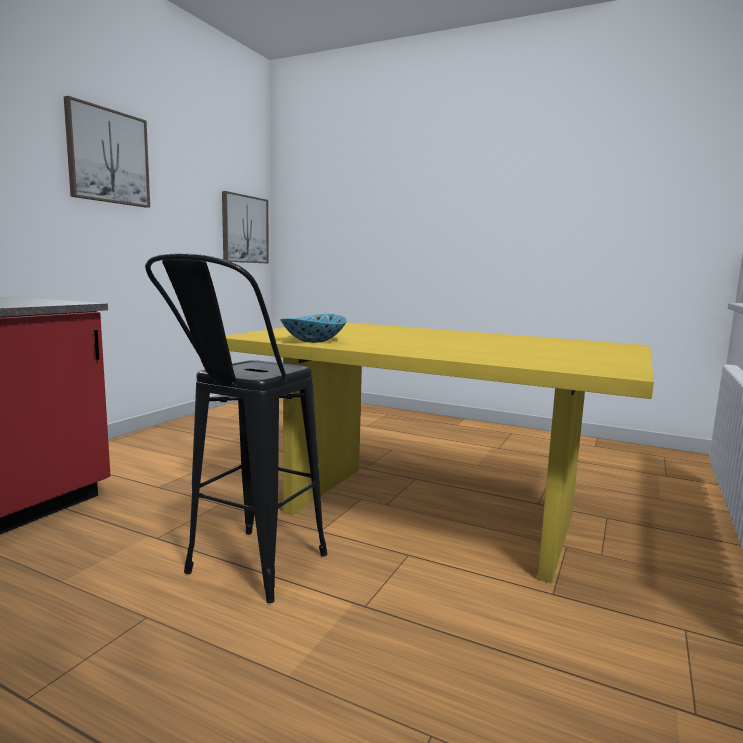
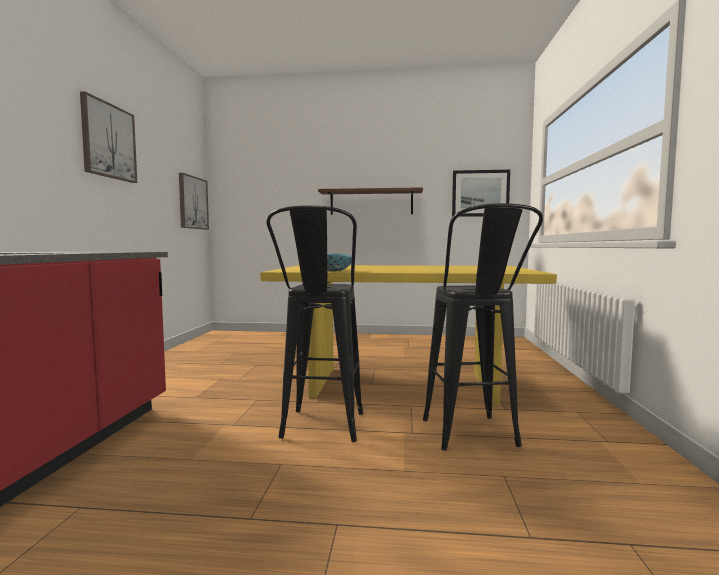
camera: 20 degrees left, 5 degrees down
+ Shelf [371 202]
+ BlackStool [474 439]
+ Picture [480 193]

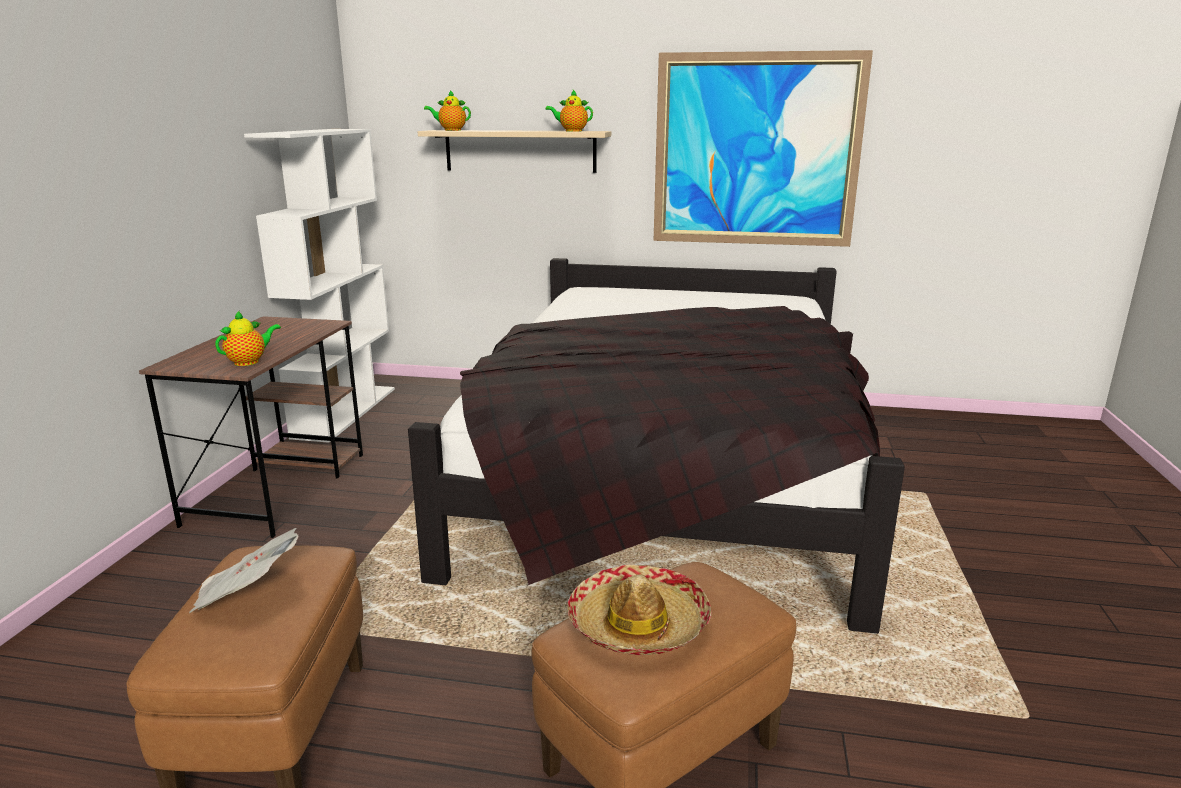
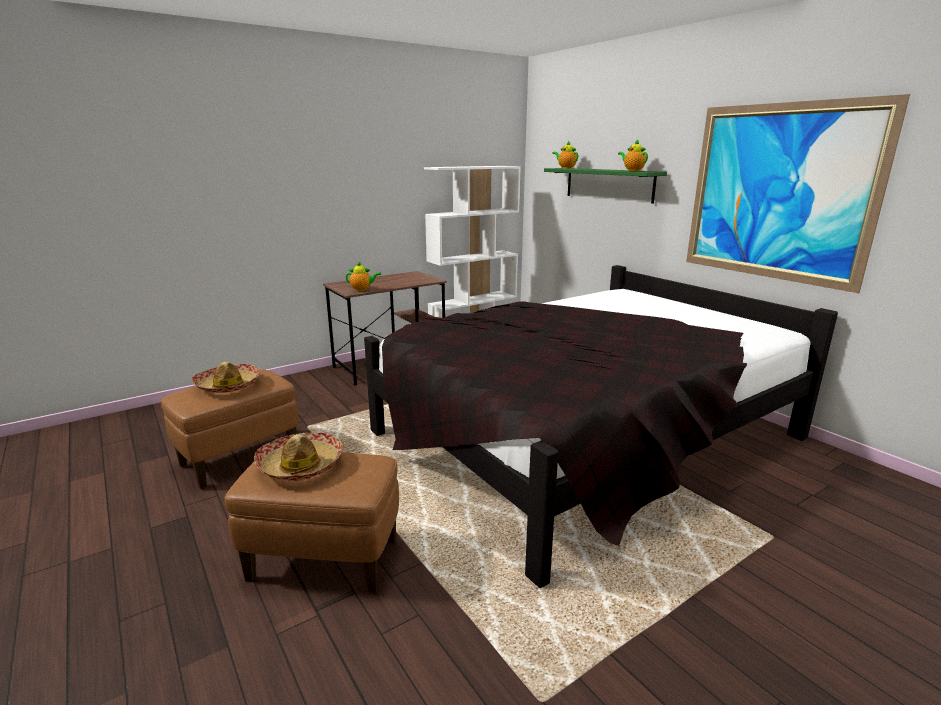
camera: 45 degrees right, 0 degrees up
~ Newspaper [248 595] to Hat [229 385]
~ BeigeShelf [520 151] to GreenShelf [608 184]

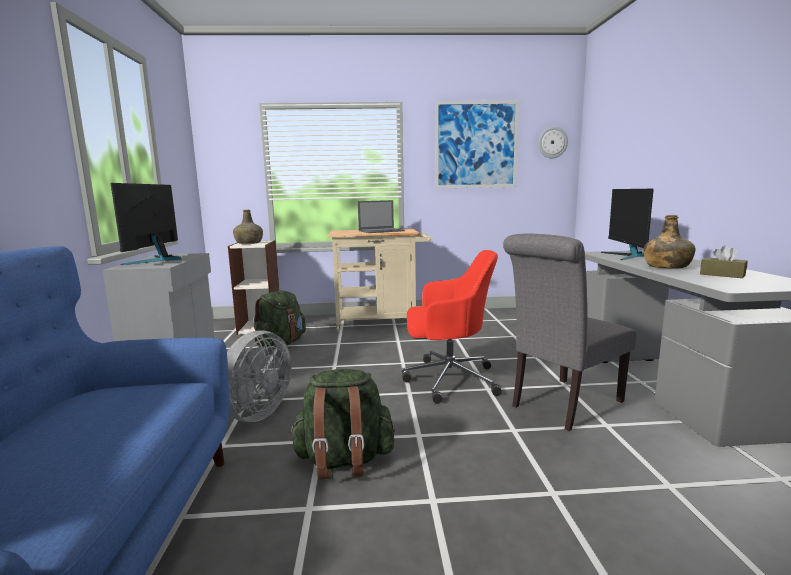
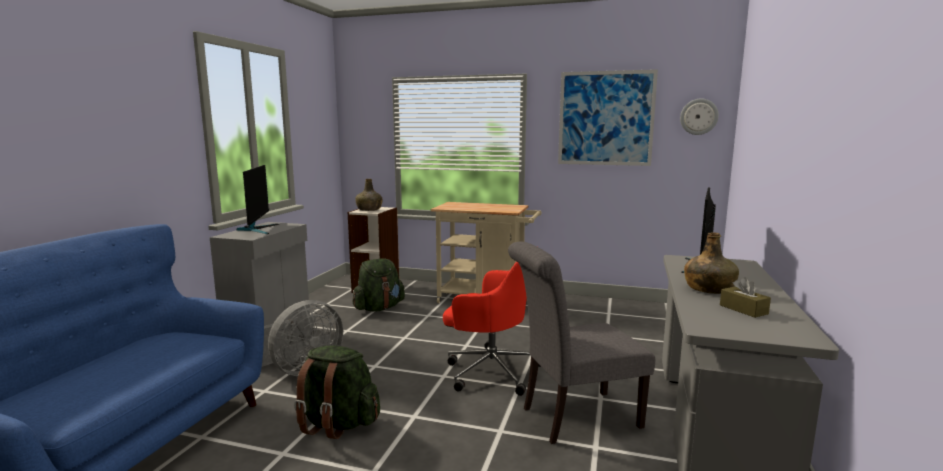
camera: 20 degrees right, 0 degrees up
- Laptop [381 231]
~ Monitor [156 260] = [258 229] 150 degrees clockwise

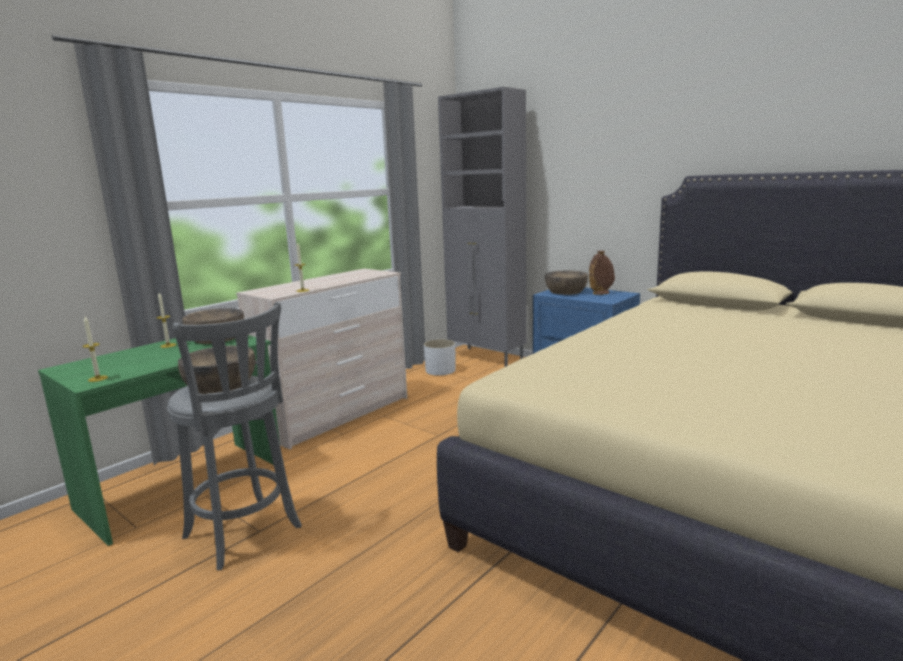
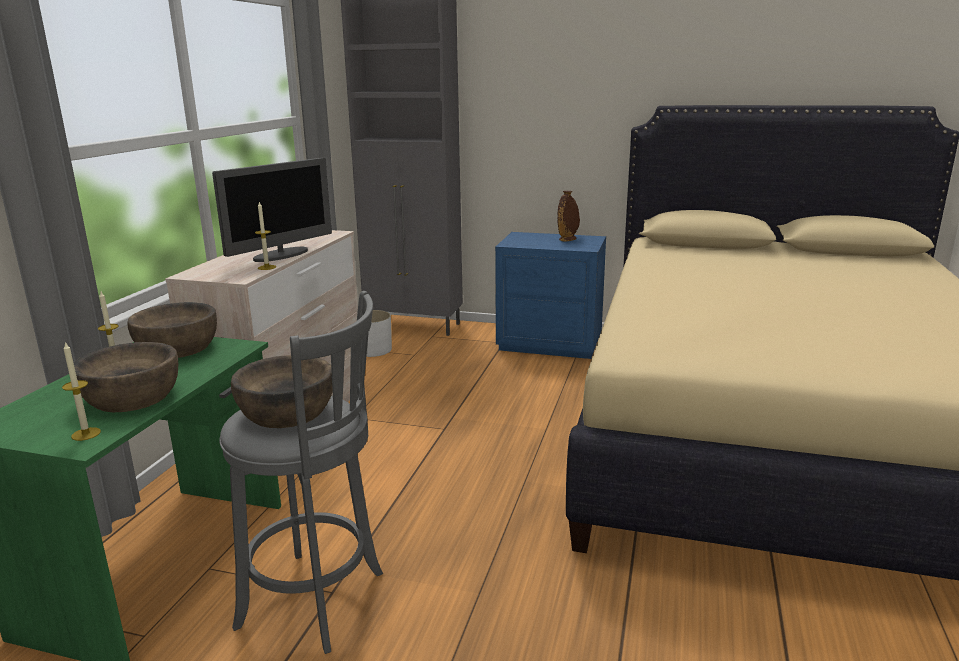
camera: 25 degrees left, 5 degrees up
+ Monitor [281 255]
~ BrownBowl [565 291] to [132 397]

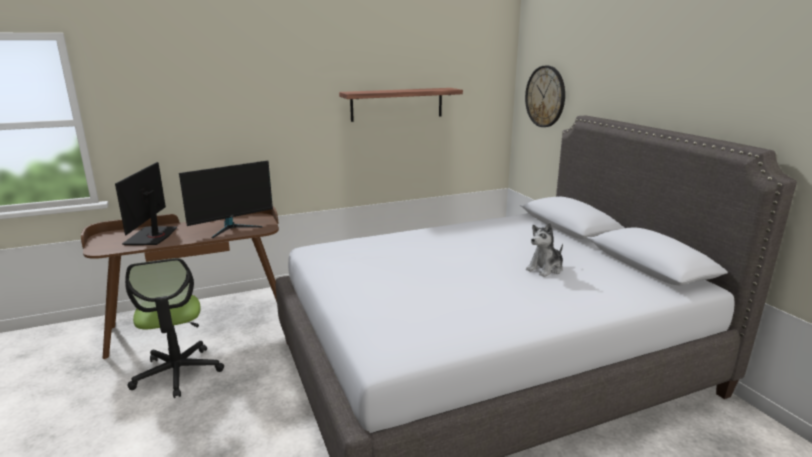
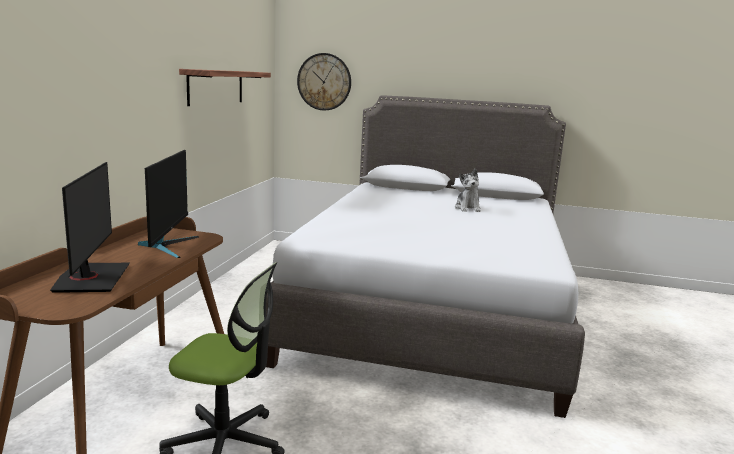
camera: 55 degrees left, 5 degrees down
~ Monitor [152 236] = [91 278] 135 degrees counterclockwise

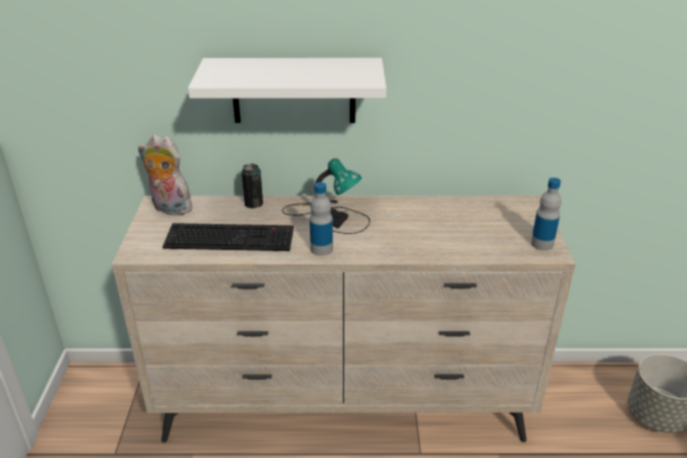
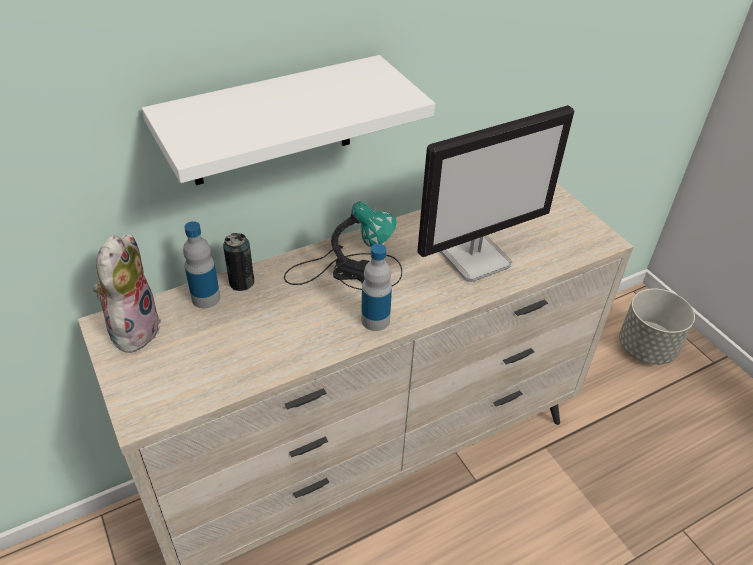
camera: 30 degrees left, 10 degrees up
- Keyboard [231 237]
+ Monitor [476 257]
~ Bottle [542 244] to [206 298]
~ PlushToy [169 209] = [133 328] 105 degrees clockwise

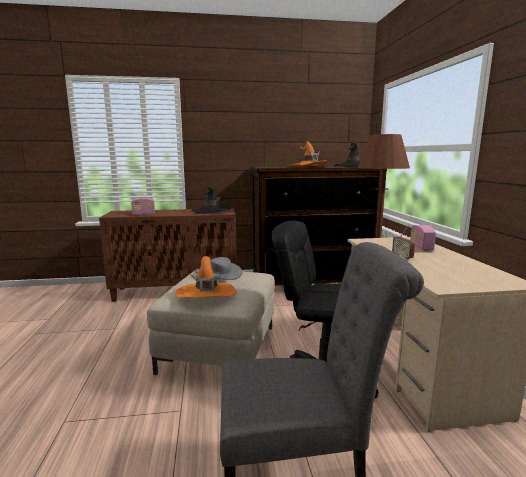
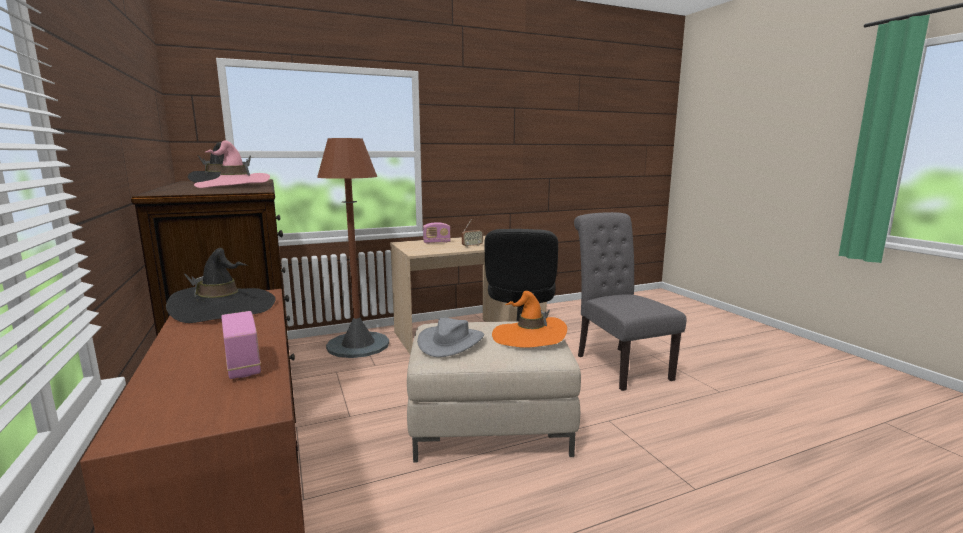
camera: 105 degrees left, 0 degrees up
~ OrangeHat [308 167] to PinkHat [233 186]

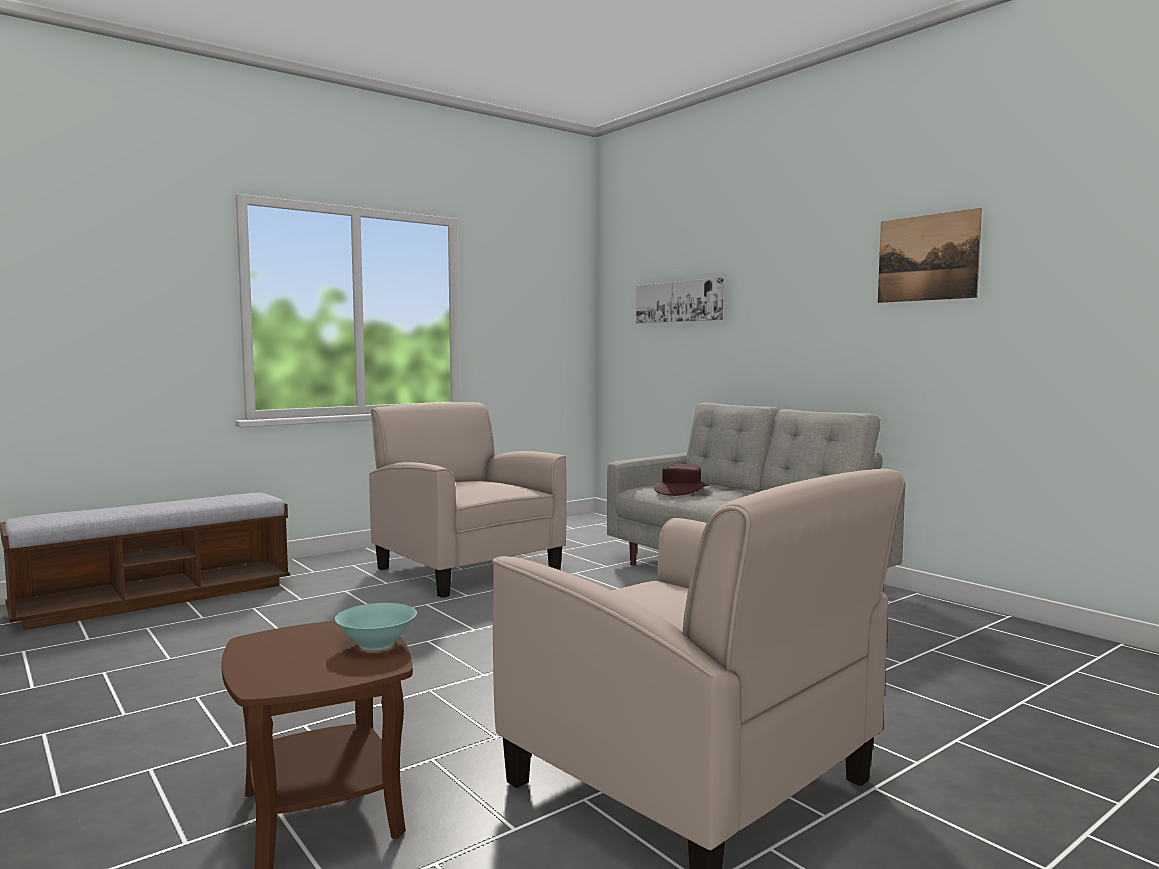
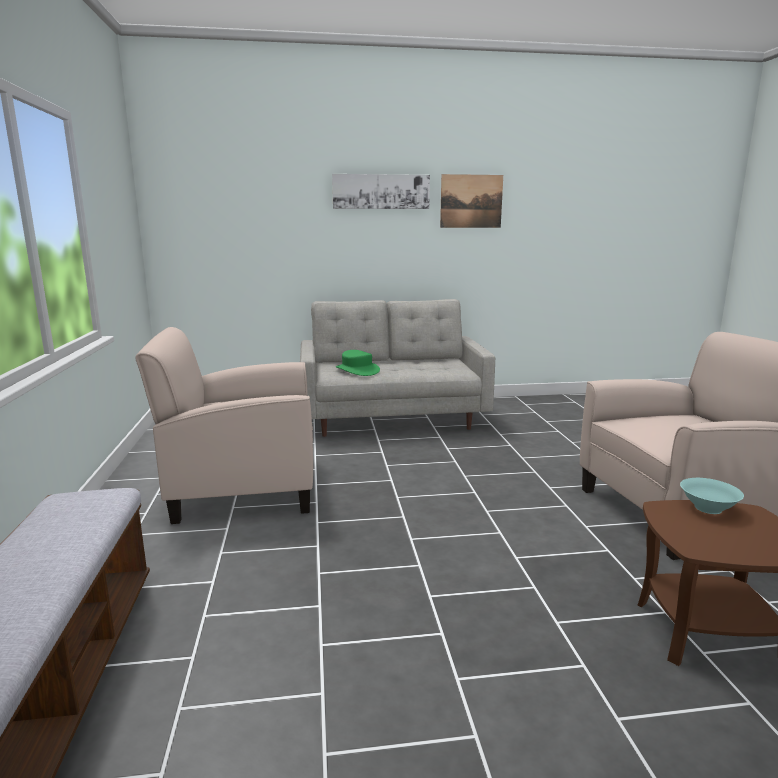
camera: 60 degrees left, 10 degrees up
~ Picture [679 302] to [381 191]
~ BrownHat [681 490] to GreenHat [357 370]

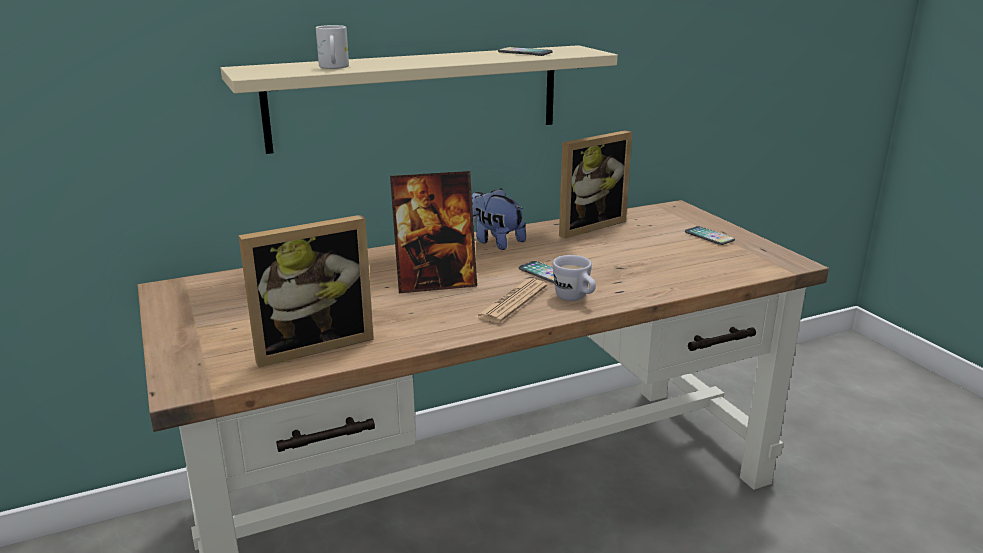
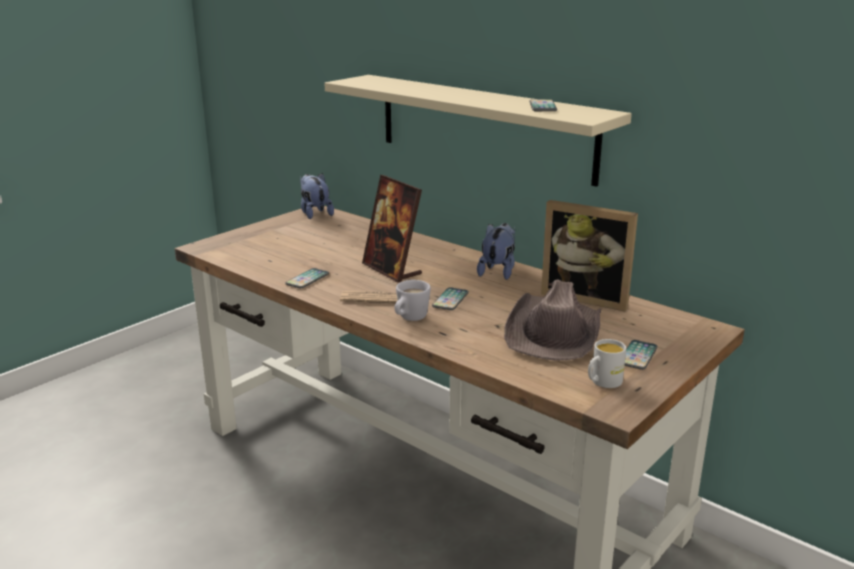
camera: 65 degrees right, 0 degrees up
- PictureFrame [311 344]
+ Phone [307 279]
+ PlushToy [315 213]
+ BrownHat [554 332]
~ WhiteMug [334 67] to [602 382]

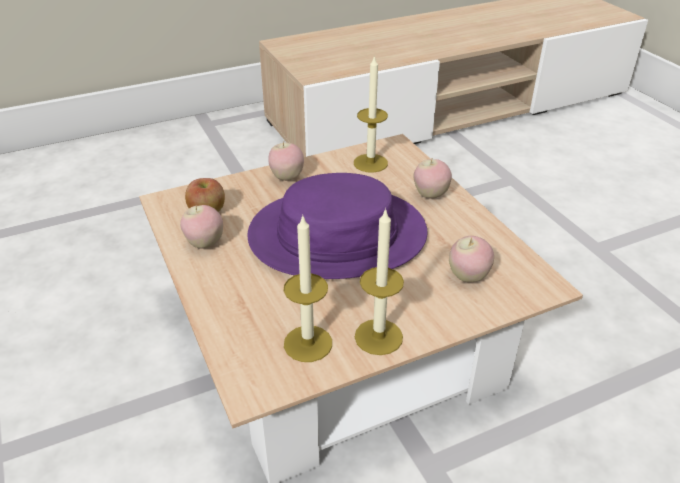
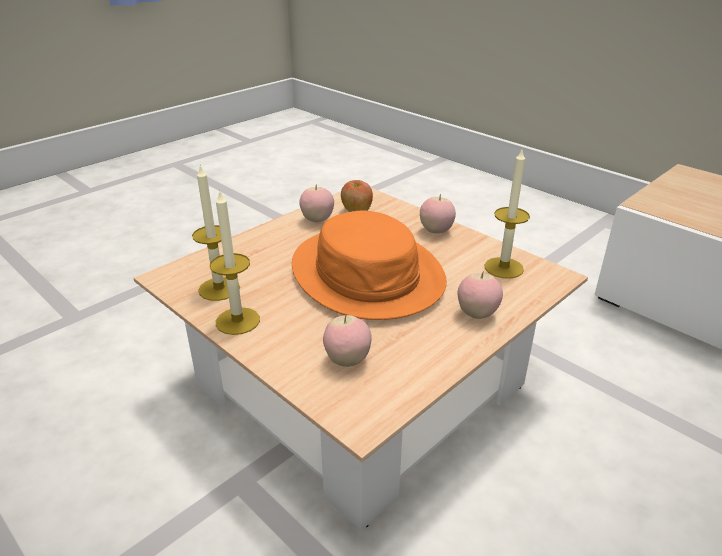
camera: 70 degrees right, 5 degrees down
~ PurpleHat [337 234] to OrangeHat [367 273]

